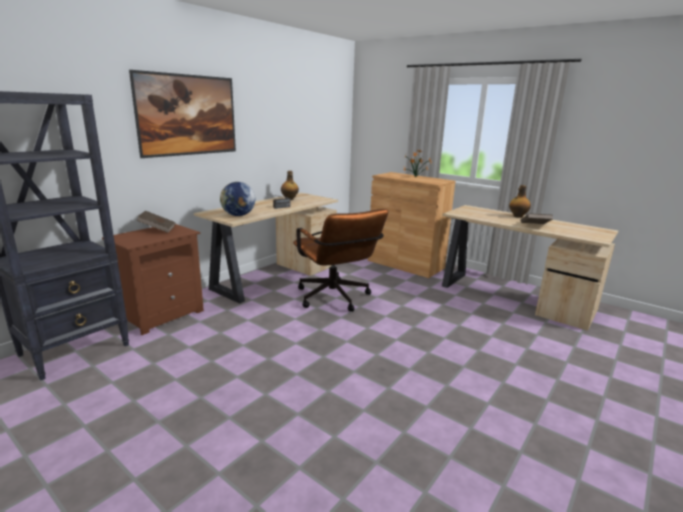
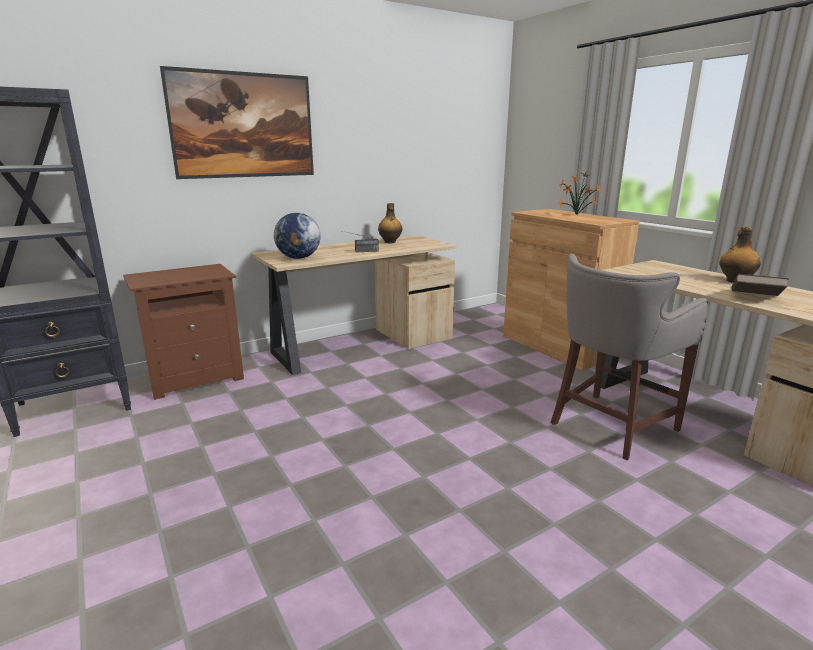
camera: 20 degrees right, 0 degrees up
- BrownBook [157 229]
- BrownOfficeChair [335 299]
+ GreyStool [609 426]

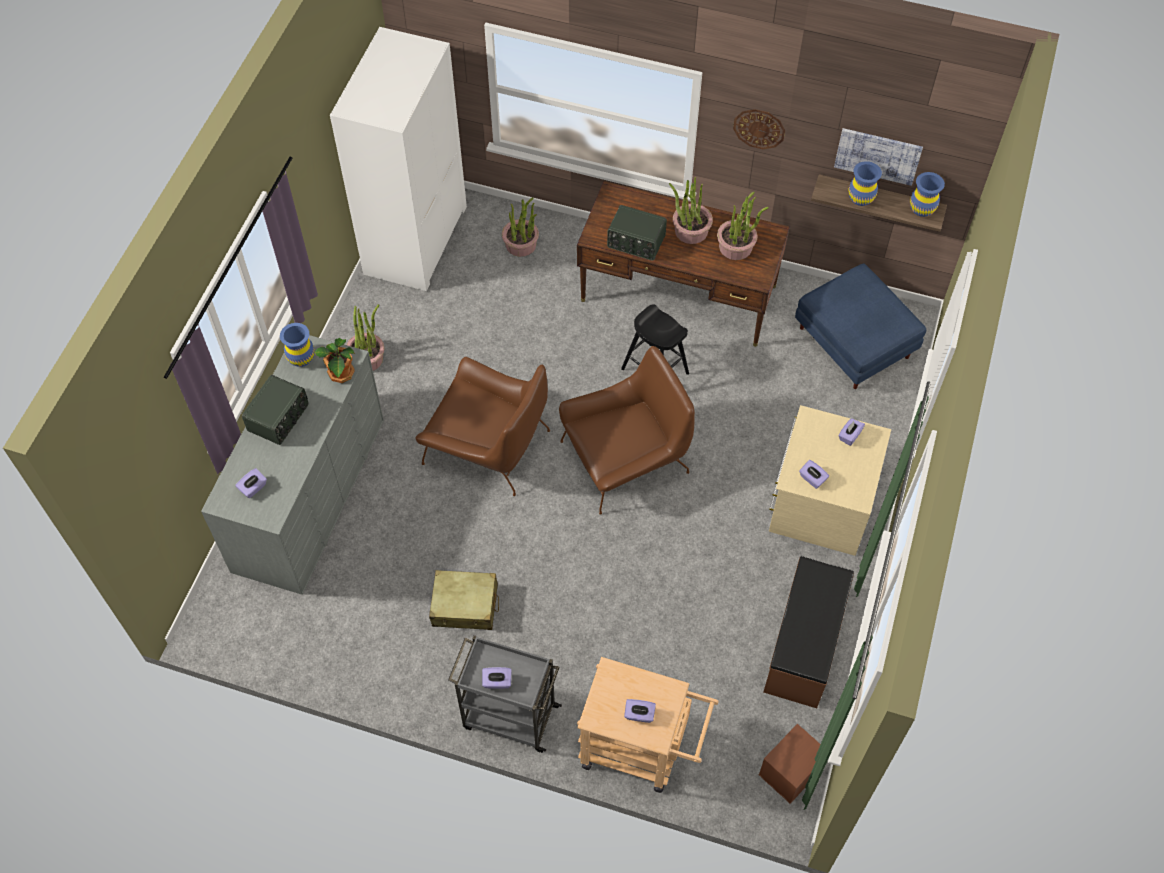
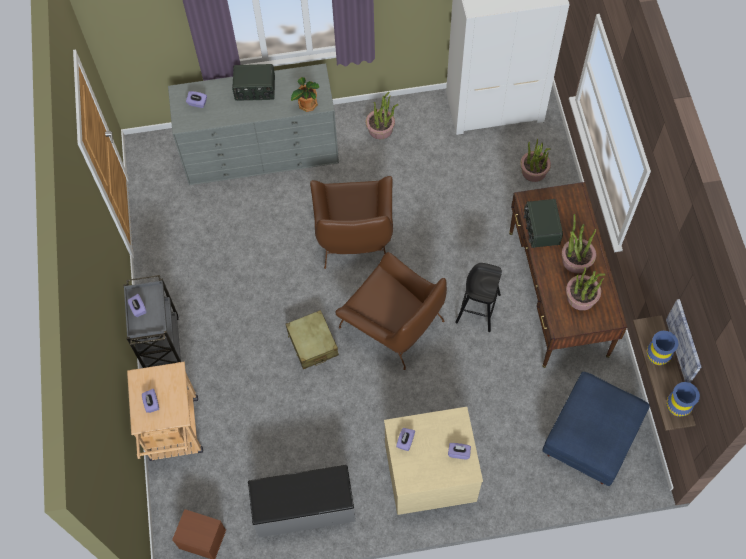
camera: 65 degrees right, 5 degrees up
- BlueVase [301 358]
- WallClock [759 128]
~ BeigeSuitcase [465 605] to [312 343]
~ BrownBench [805 645] to GreyBench [304 509]

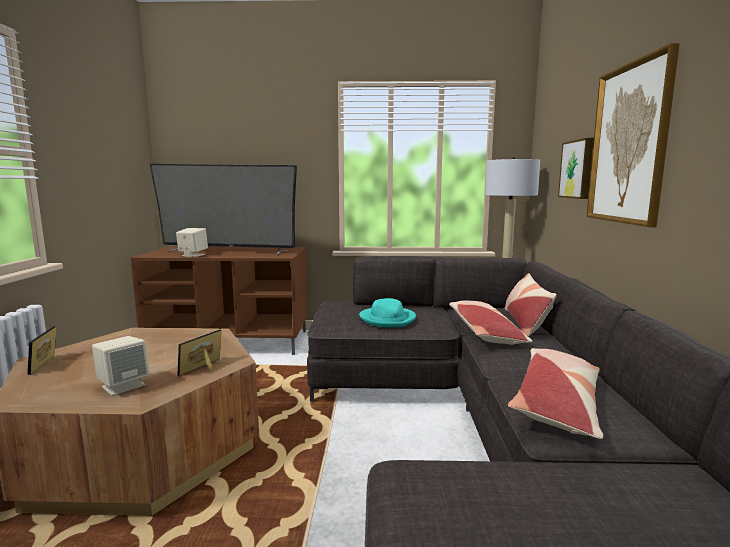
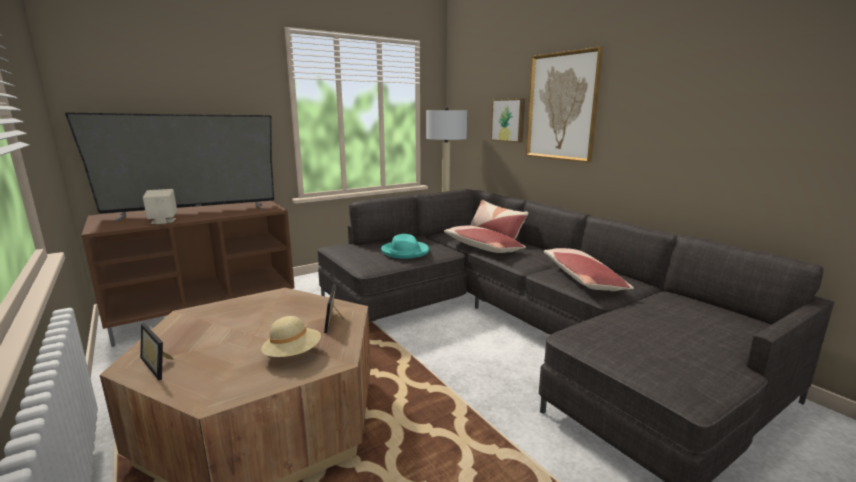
camera: 35 degrees left, 5 degrees up
~ BeigeSpeaker [123 386] to BeigeHat [293 355]

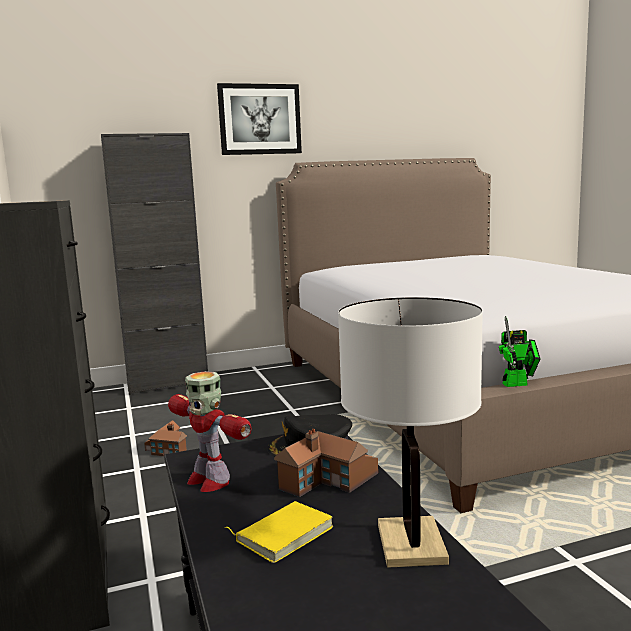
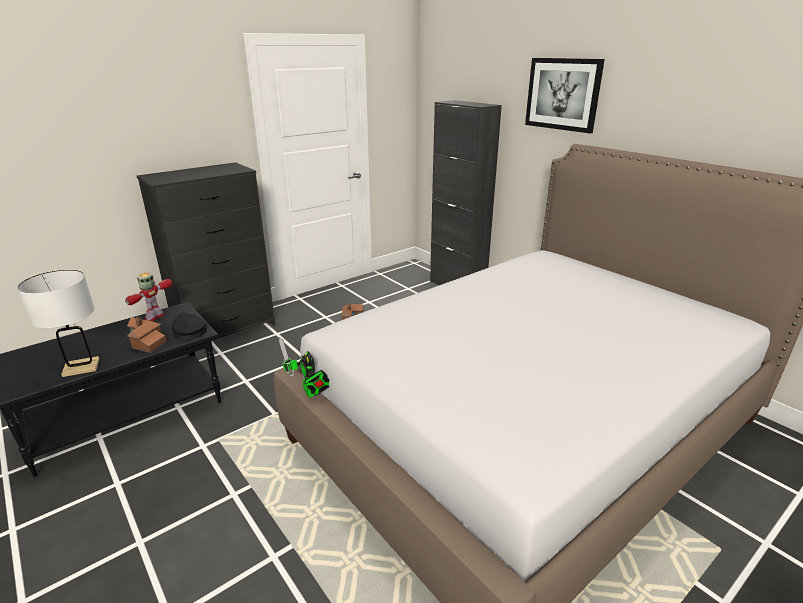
camera: 70 degrees right, 15 degrees up
- YellowBook [283 534]

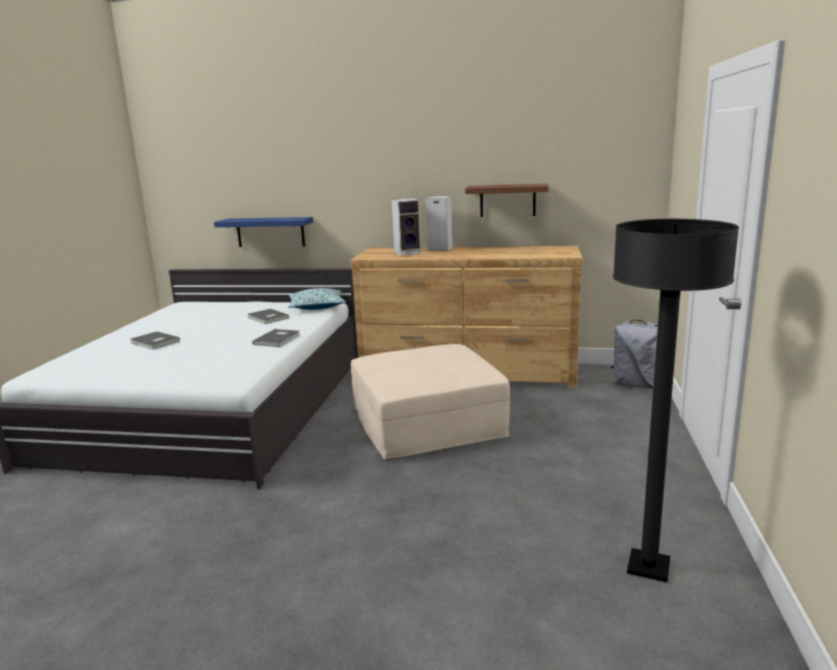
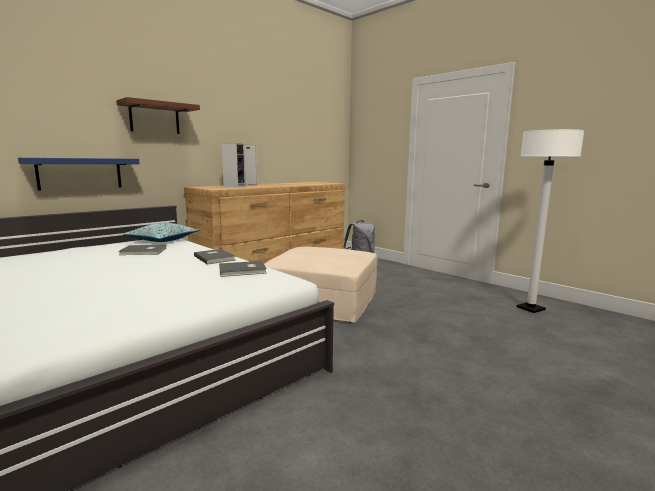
camera: 55 degrees left, 5 degrees down
~ GreyBook [154 342] to [243 270]
~ BrownShelf [507 200] to [154 118]
~ BlackFloorLamp [648 567] to WhiteFloorLamp [530 308]

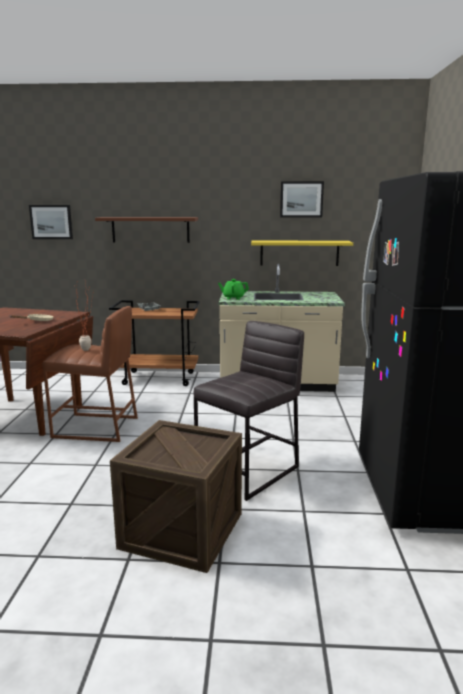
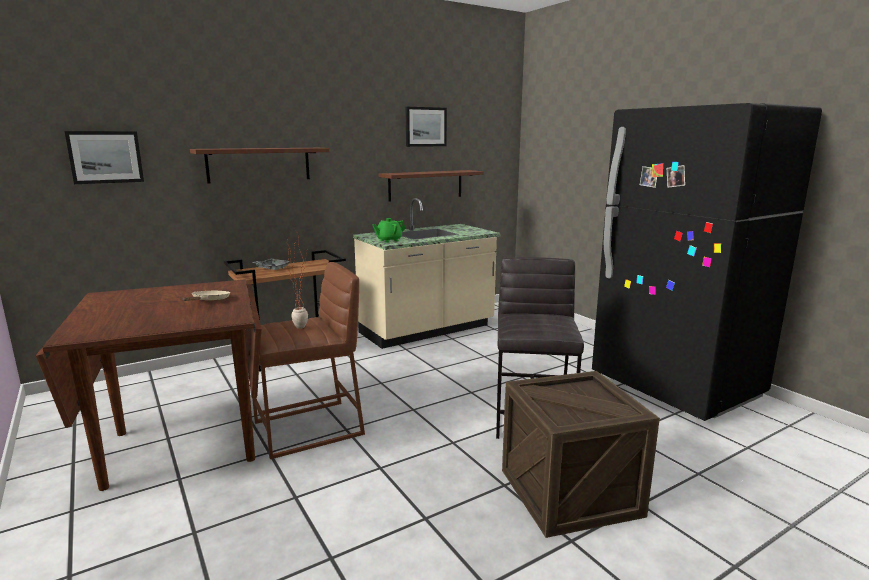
camera: 35 degrees left, 0 degrees up
~ YellowShelf [299 253] to BrownShelf [425 185]

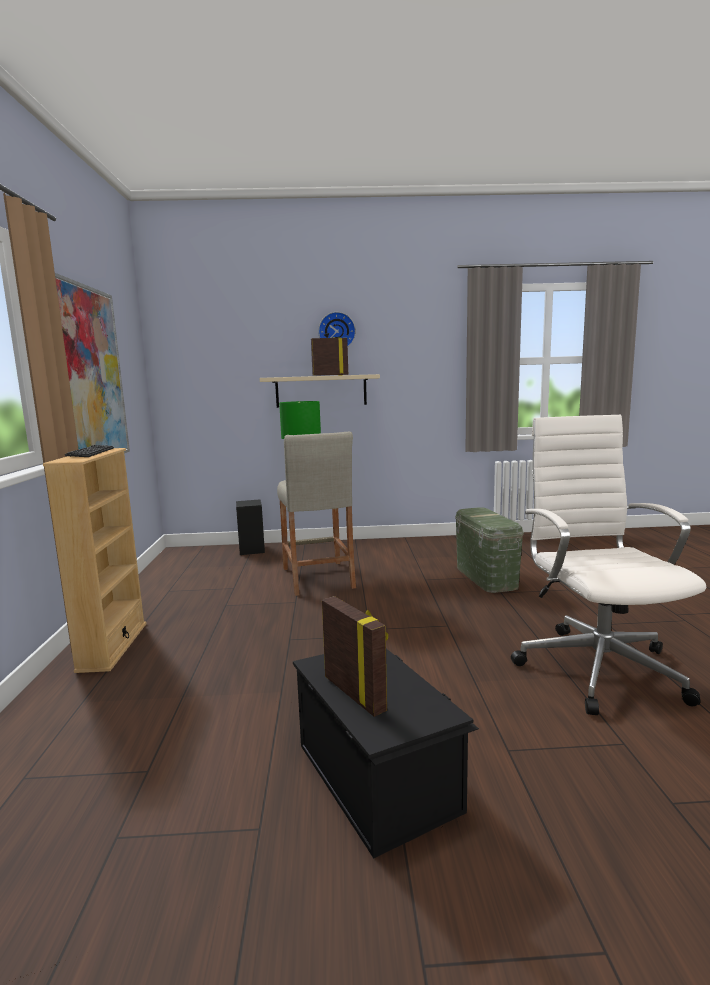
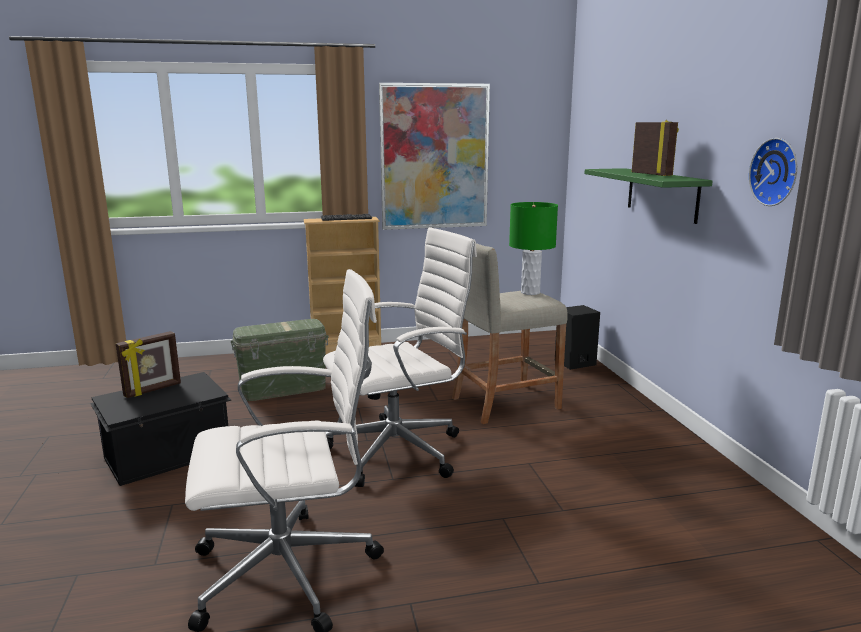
camera: 80 degrees right, 5 degrees up
+ WhiteOfficeChair [400 451]
~ WallClock [337 331] to [777 172]
~ GreenStorageBox [485 577] to [283 388]
~ BeigeShelf [321 391] to GreenShelf [662 194]

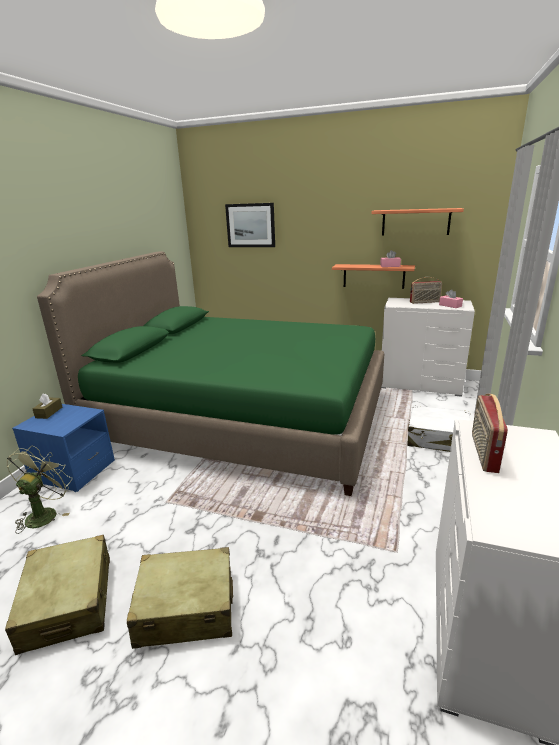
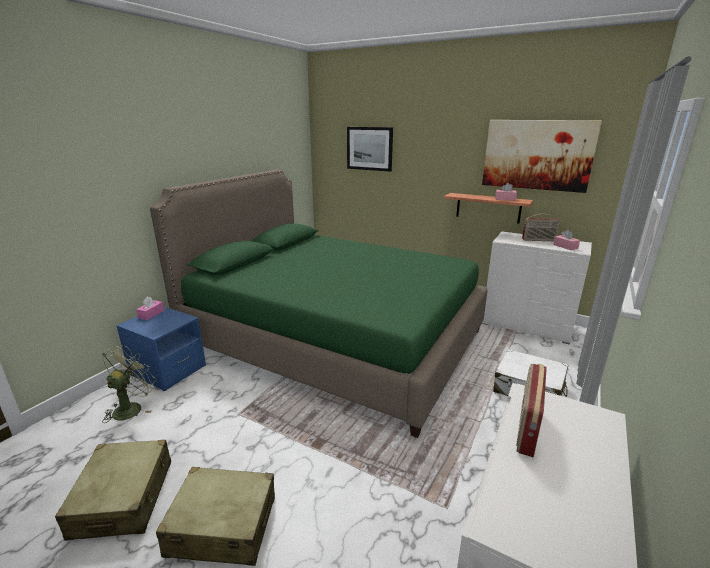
camera: 10 degrees right, 0 degrees up
~ Shelf [415 222] to Picture [537 155]
~ BrownTissueBox [49 412] to PinkTissueBox [151 314]

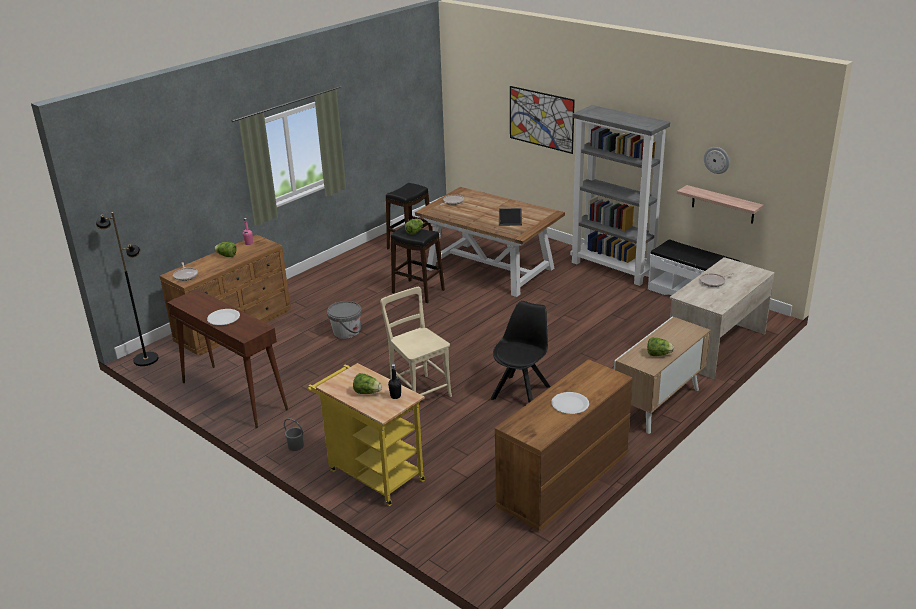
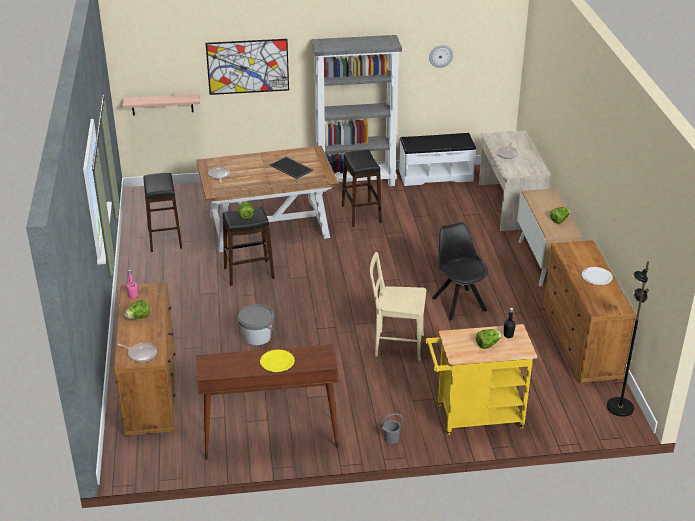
camera: 50 degrees left, 5 degrees up
+ BlackStool [361 214]
~ BlackFloorLamp [146 359] to [619 407]
~ Shelf [723 204] to [162 104]
~ WhitePlate [223 318] to YellowPlate [277 362]

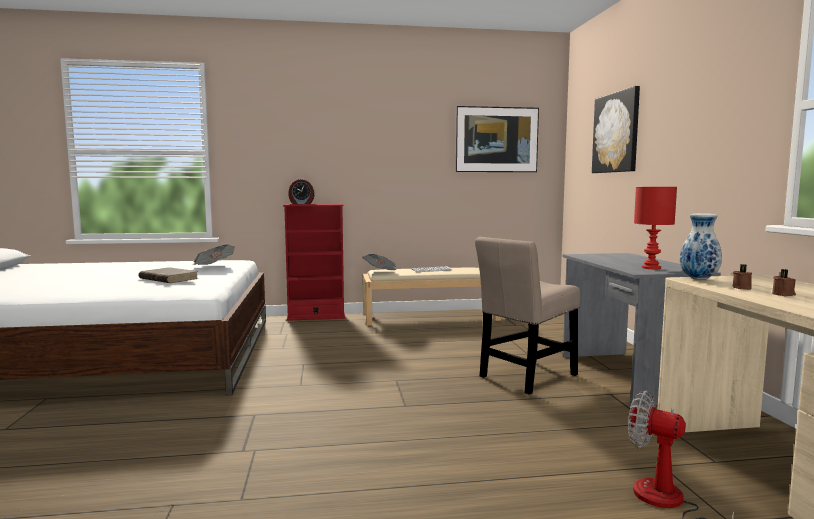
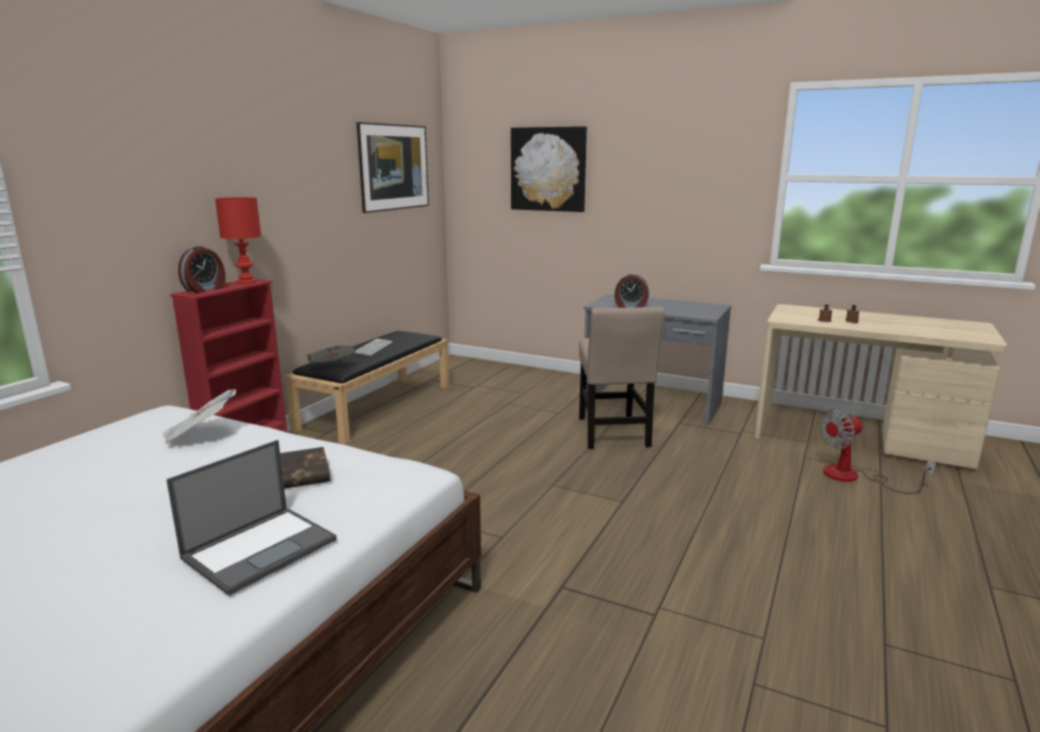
camera: 55 degrees left, 10 degrees up
- Vase [698 279]
+ Laptop [261 548]
+ AlarmClock [630 307]
~ RedTableLamp [652 268] to [247 282]
~ BeigeBench [430 316] to BlackBench [377 406]

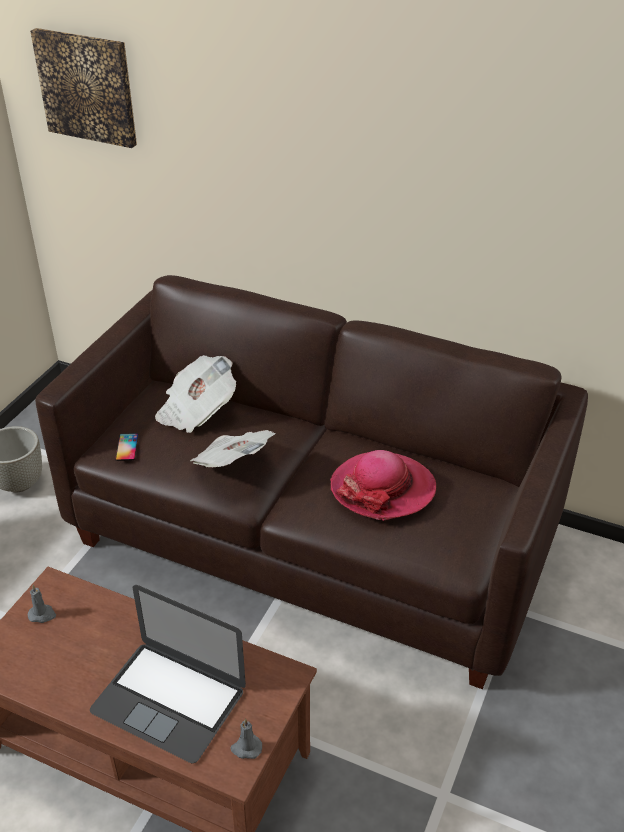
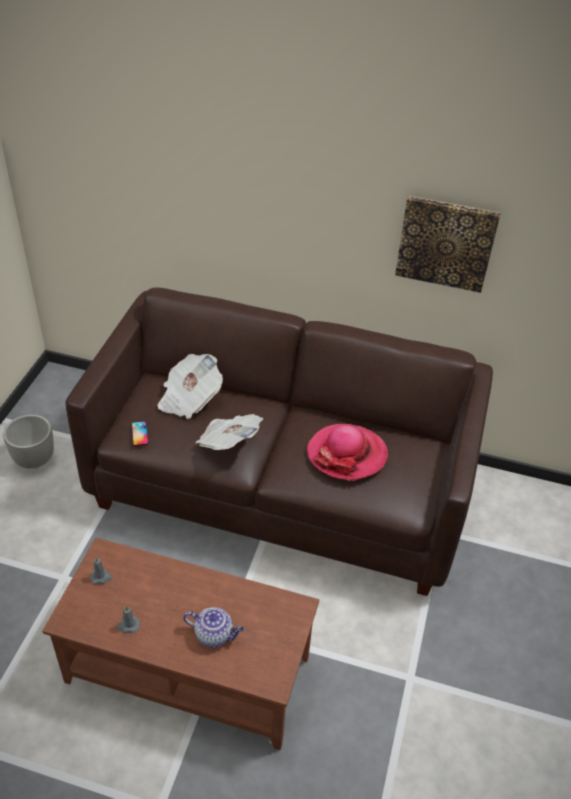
camera: 10 degrees left, 5 degrees up
~ Picture [87 87] to [446 243]
~ GreyCandle [246 748] to [128 625]
~ Laptop [169 700] to Teapot [214 635]

